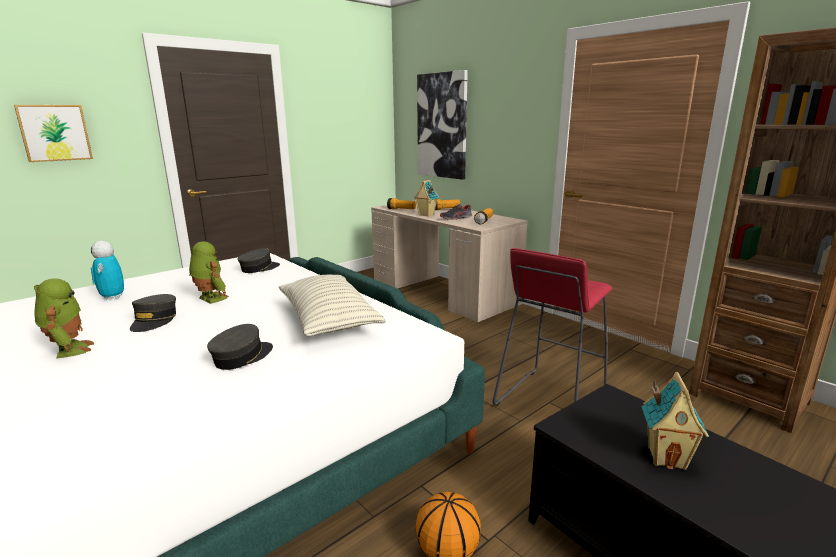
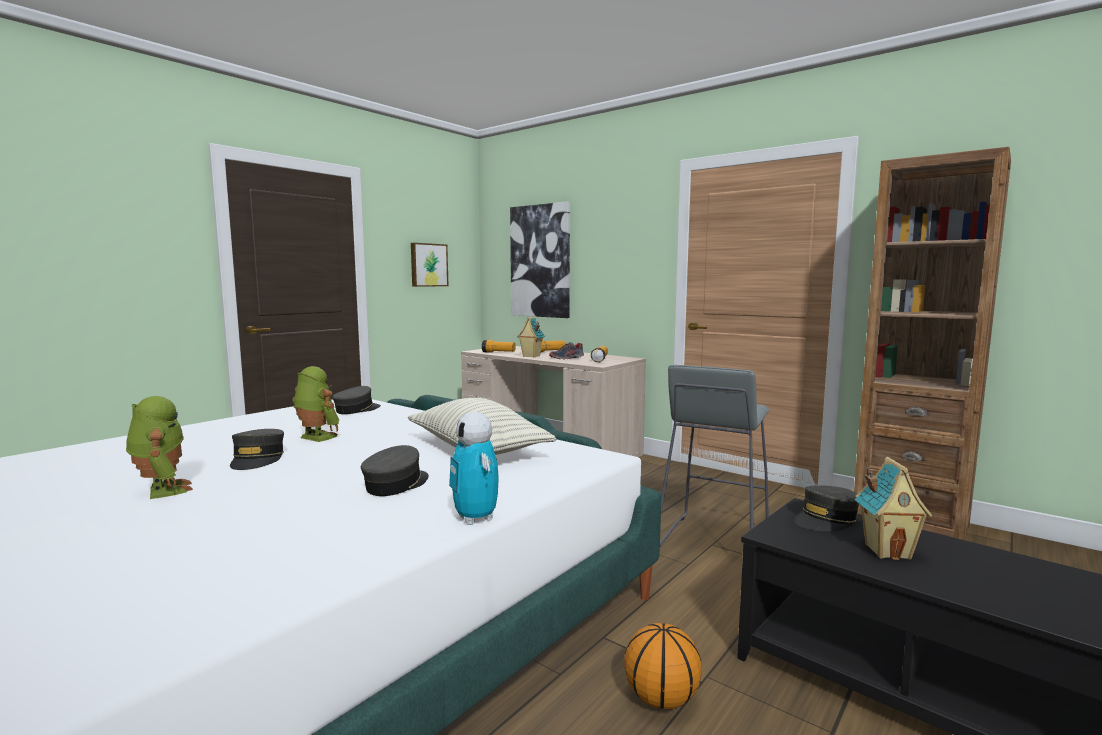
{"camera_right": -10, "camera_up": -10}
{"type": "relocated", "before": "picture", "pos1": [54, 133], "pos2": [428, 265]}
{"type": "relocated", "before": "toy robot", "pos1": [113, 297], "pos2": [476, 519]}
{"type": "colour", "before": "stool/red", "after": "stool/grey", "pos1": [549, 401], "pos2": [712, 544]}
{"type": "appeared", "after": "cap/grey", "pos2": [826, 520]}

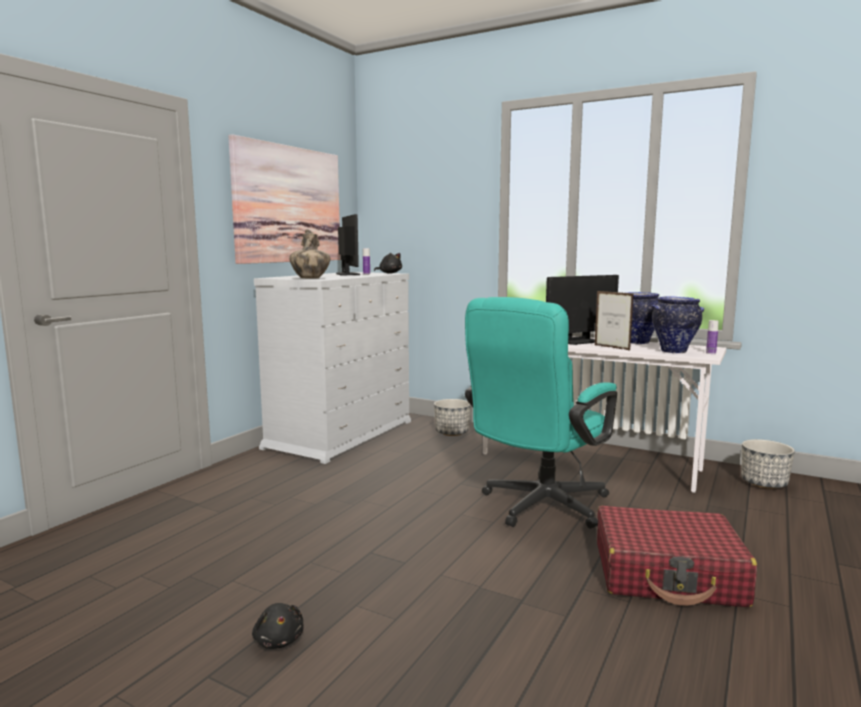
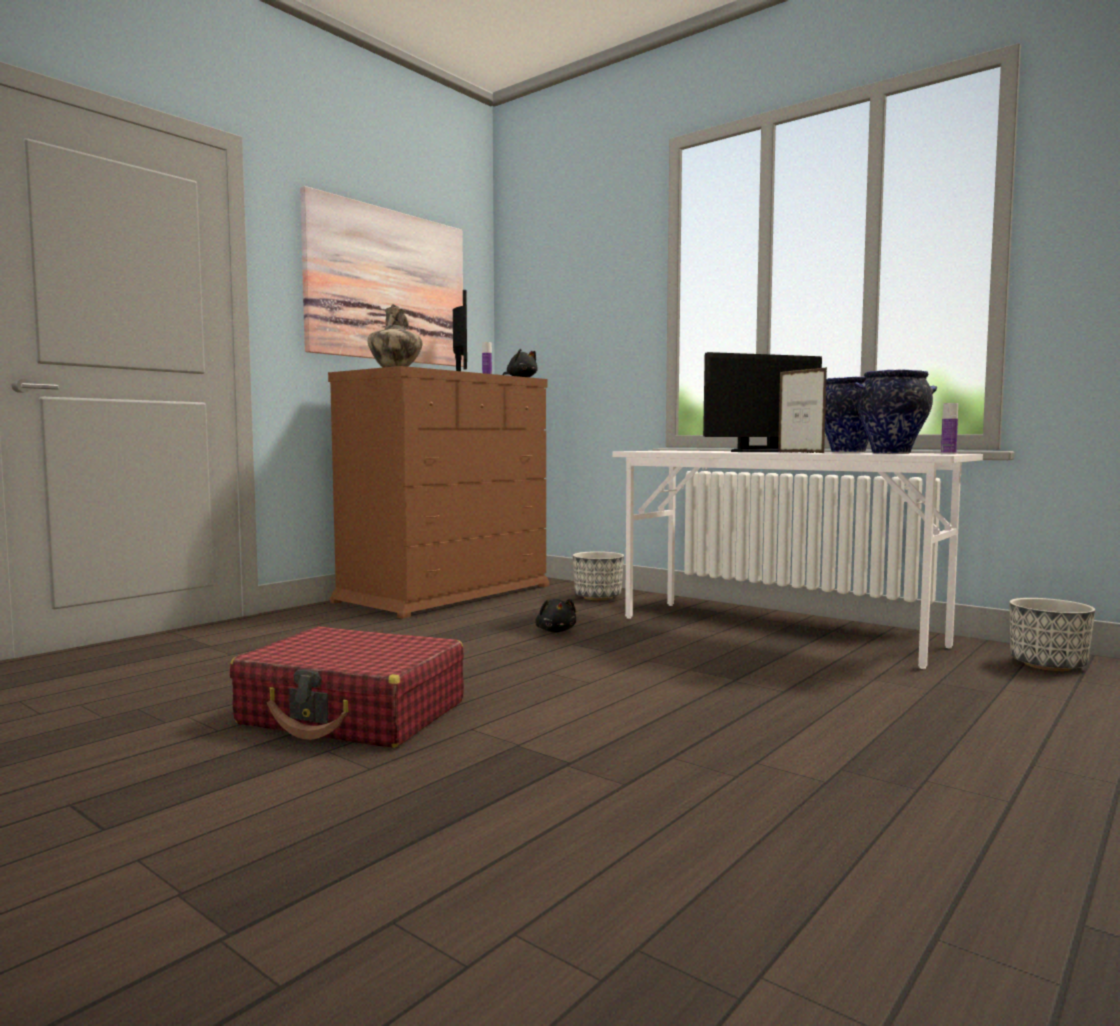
{"camera_right": 10, "camera_up": -5}
{"type": "colour", "before": "dresser/white", "after": "dresser/brown", "pos1": [341, 434], "pos2": [446, 593]}
{"type": "missing", "before": "office chair/turquoise", "pos1": [538, 508]}
{"type": "relocated", "before": "suitcase/red", "pos1": [668, 574], "pos2": [353, 714]}
{"type": "relocated", "before": "plush toy/black", "pos1": [279, 640], "pos2": [556, 631]}

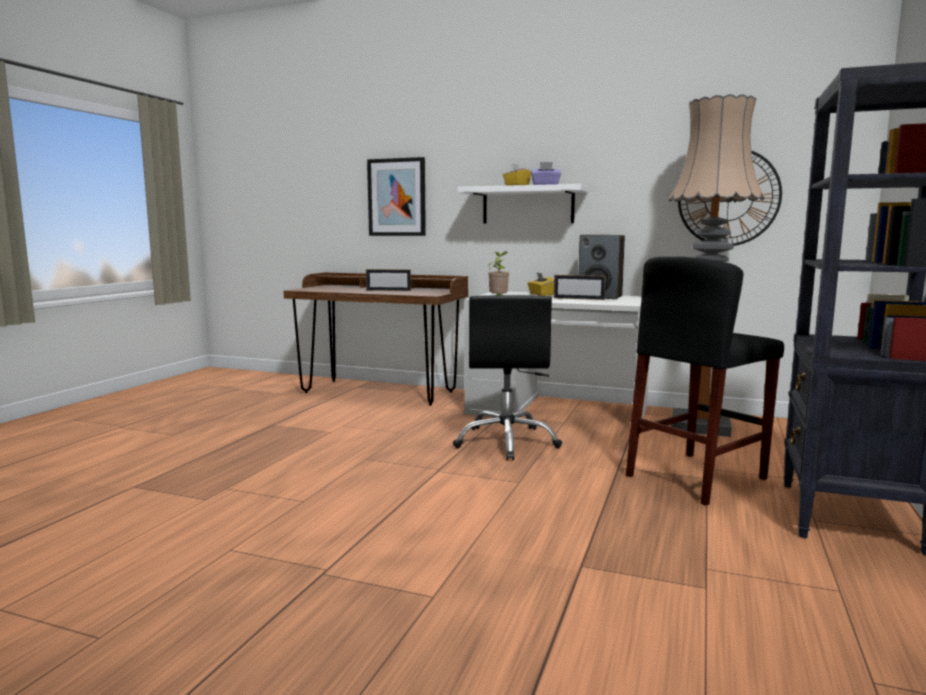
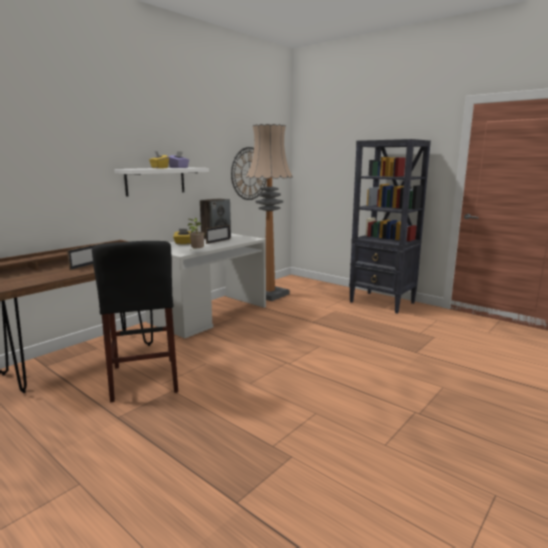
{"camera_right": -70, "camera_up": 5}
{"type": "missing", "before": "picture", "pos1": [397, 197]}
{"type": "relocated", "before": "stool/black", "pos1": [696, 477], "pos2": [144, 379]}
{"type": "missing", "before": "office chair/black", "pos1": [507, 442]}

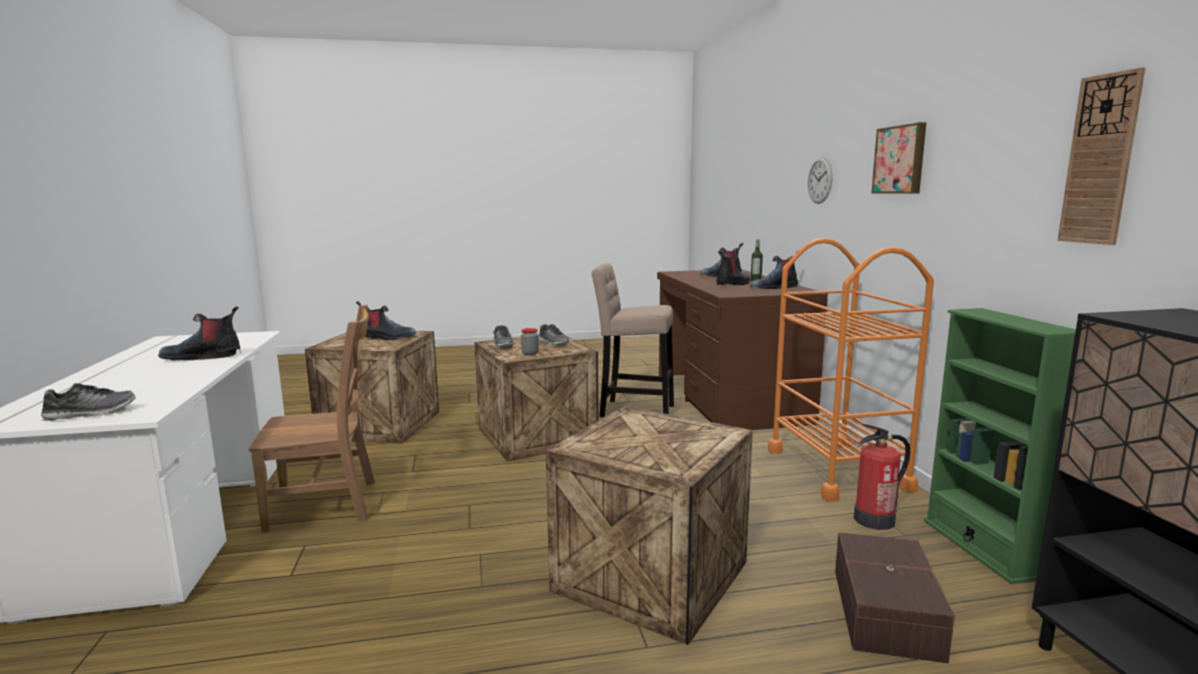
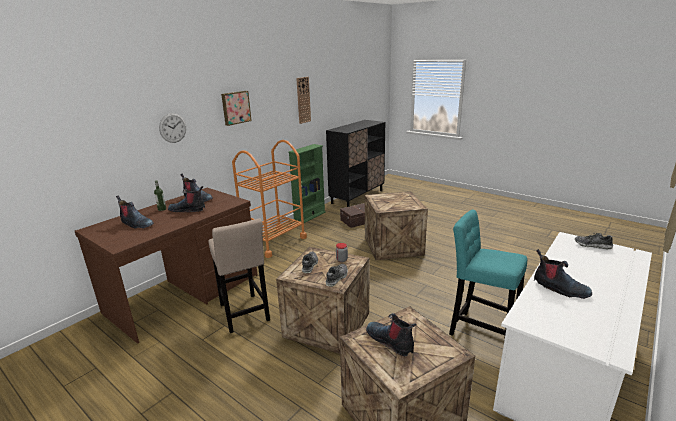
{"camera_right": -130, "camera_up": 10}
{"type": "exchanged", "before": "chair/brown", "after": "stool/turquoise", "pos1": [328, 505], "pos2": [479, 331]}
{"type": "missing", "before": "fire extinguisher", "pos1": [875, 520]}

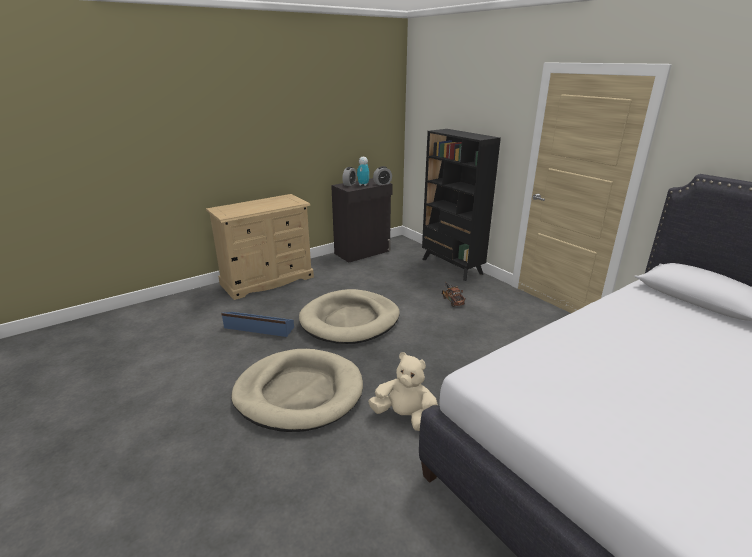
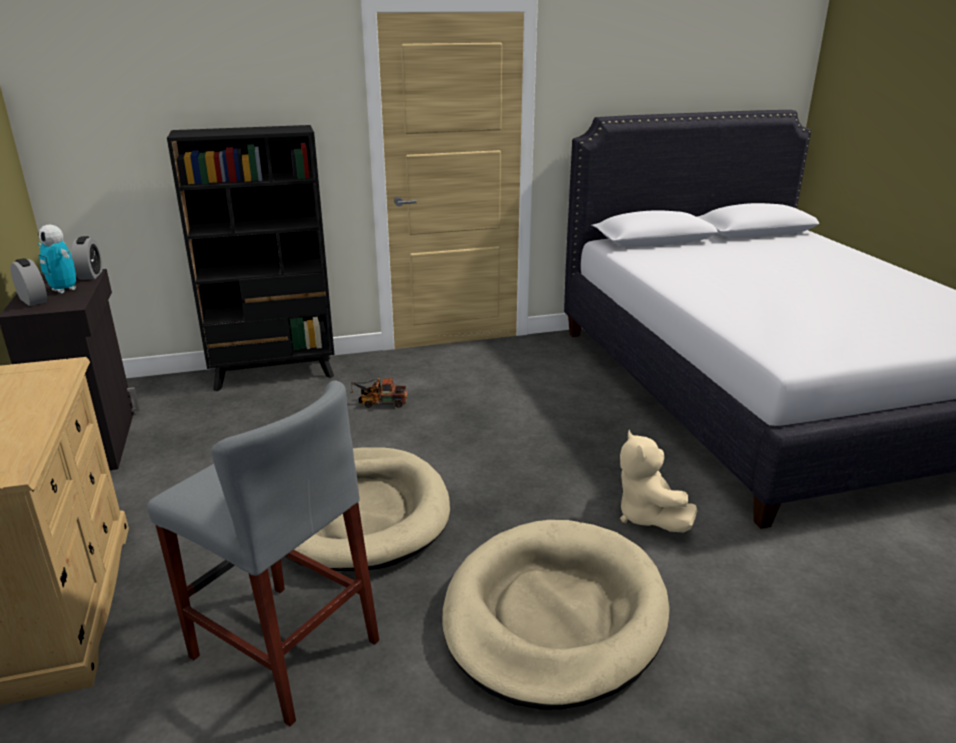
{"camera_right": -70, "camera_up": 0}
{"type": "exchanged", "before": "storage box/blue", "after": "stool/grey", "pos1": [258, 328], "pos2": [284, 649]}
{"type": "spun", "before": "plush toy/beige", "pos1": [404, 417], "pos2": [647, 516], "turn": -60}

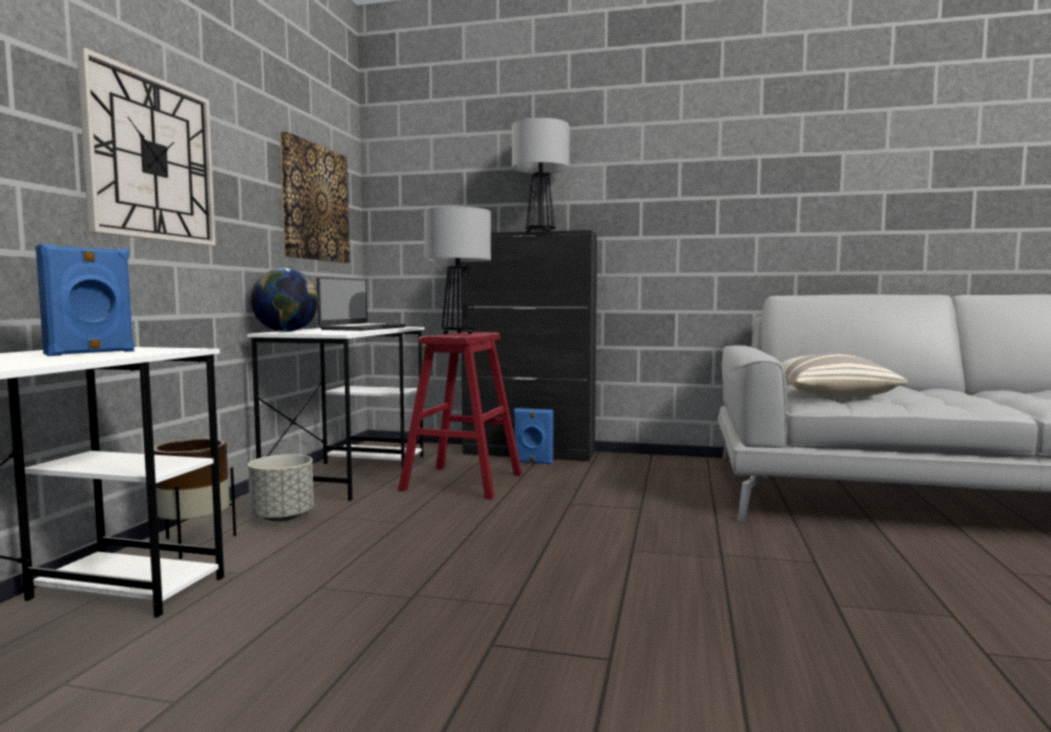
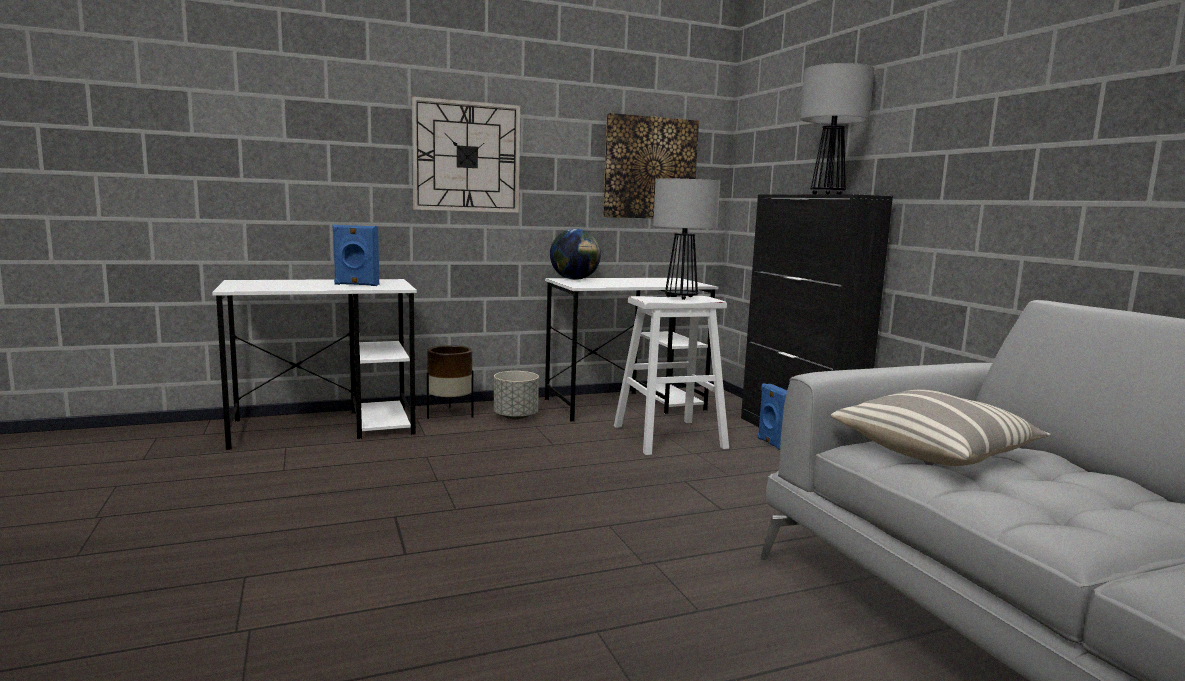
{"camera_right": 55, "camera_up": 5}
{"type": "missing", "before": "laptop", "pos1": [362, 328]}
{"type": "colour", "before": "stool/red", "after": "stool/white", "pos1": [462, 482], "pos2": [668, 437]}

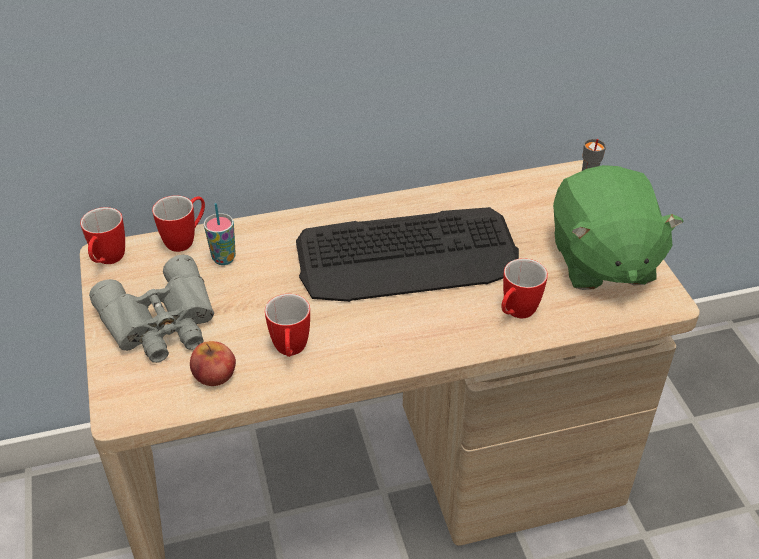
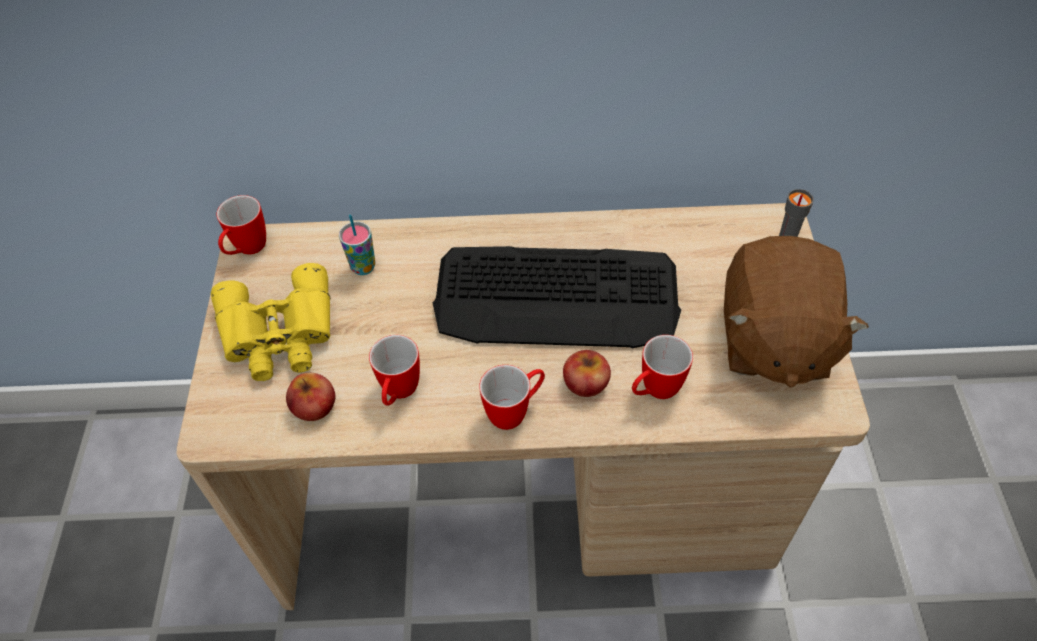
{"camera_right": 15, "camera_up": 10}
{"type": "colour", "before": "plush toy/green", "after": "plush toy/brown", "pos1": [601, 261], "pos2": [773, 340]}
{"type": "relocated", "before": "mug", "pos1": [186, 239], "pos2": [515, 411]}
{"type": "colour", "before": "binoculars/grey", "after": "binoculars/yellow", "pos1": [162, 323], "pos2": [279, 334]}
{"type": "appeared", "after": "apple", "pos2": [586, 382]}

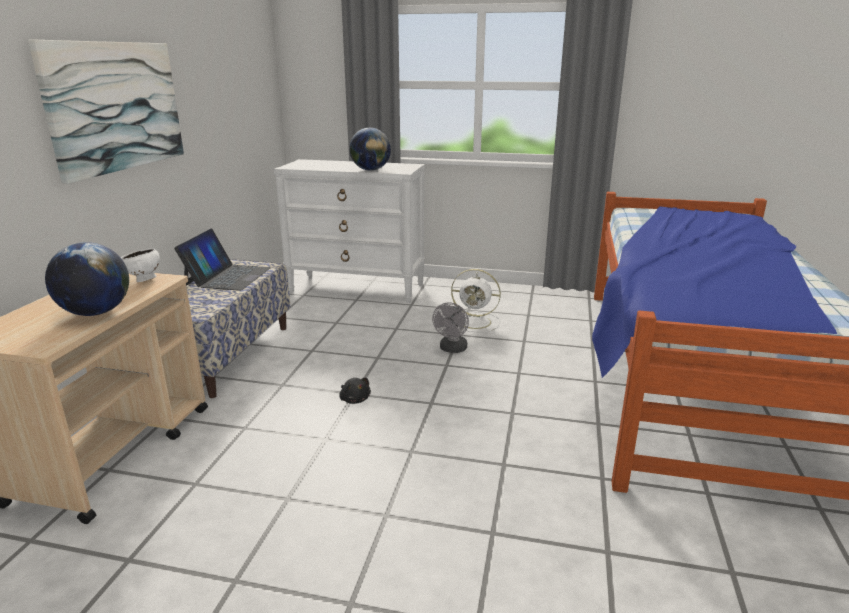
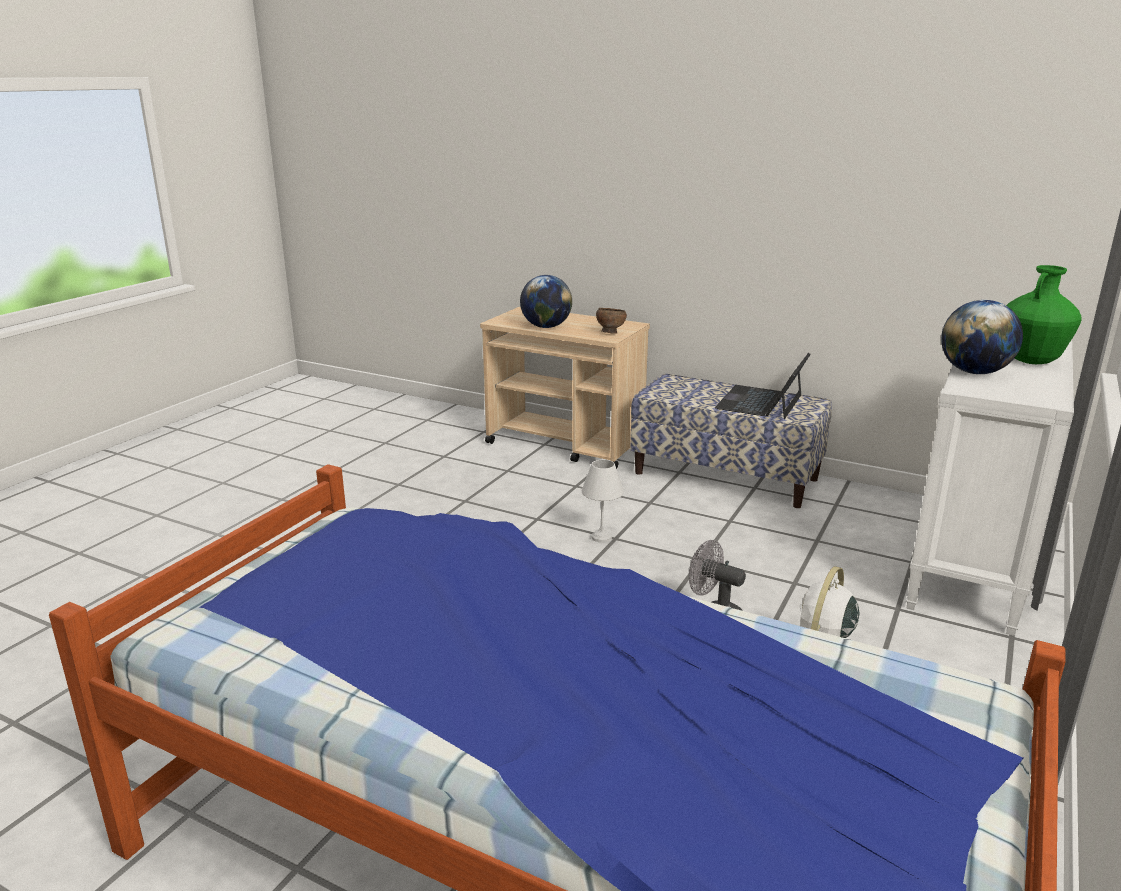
{"camera_right": 105, "camera_up": 0}
{"type": "missing", "before": "picture", "pos1": [115, 106]}
{"type": "spun", "before": "laptop", "pos1": [227, 276], "pos2": [761, 402], "turn": 90}
{"type": "colour", "before": "bowl/white", "after": "bowl/brown", "pos1": [144, 280], "pos2": [610, 333]}
{"type": "exchanged", "before": "plush toy/black", "after": "table lamp/white", "pos1": [354, 399], "pos2": [602, 537]}
{"type": "appeared", "after": "vase/green", "pos2": [1031, 361]}

